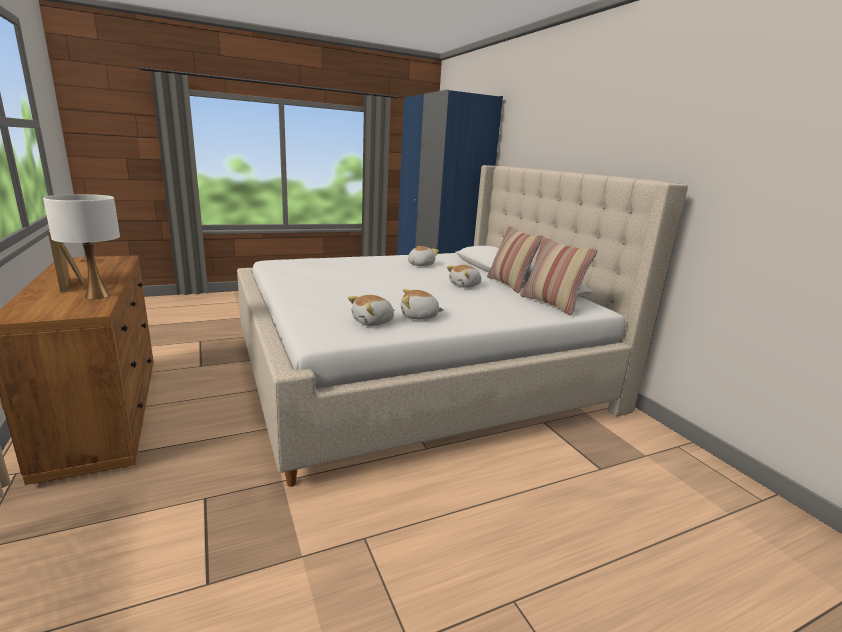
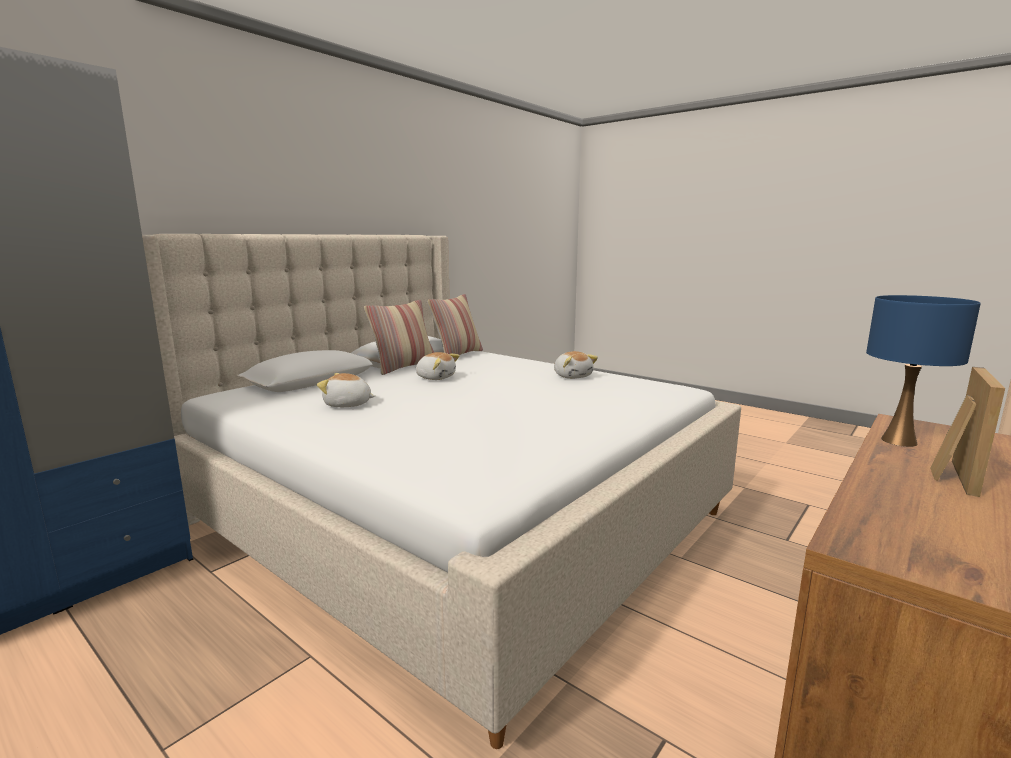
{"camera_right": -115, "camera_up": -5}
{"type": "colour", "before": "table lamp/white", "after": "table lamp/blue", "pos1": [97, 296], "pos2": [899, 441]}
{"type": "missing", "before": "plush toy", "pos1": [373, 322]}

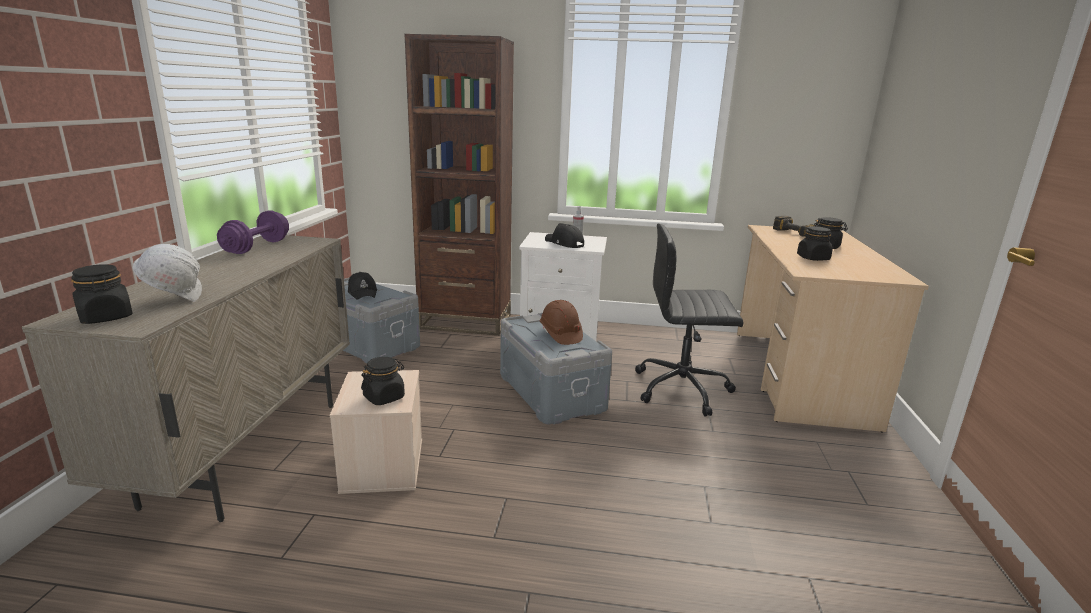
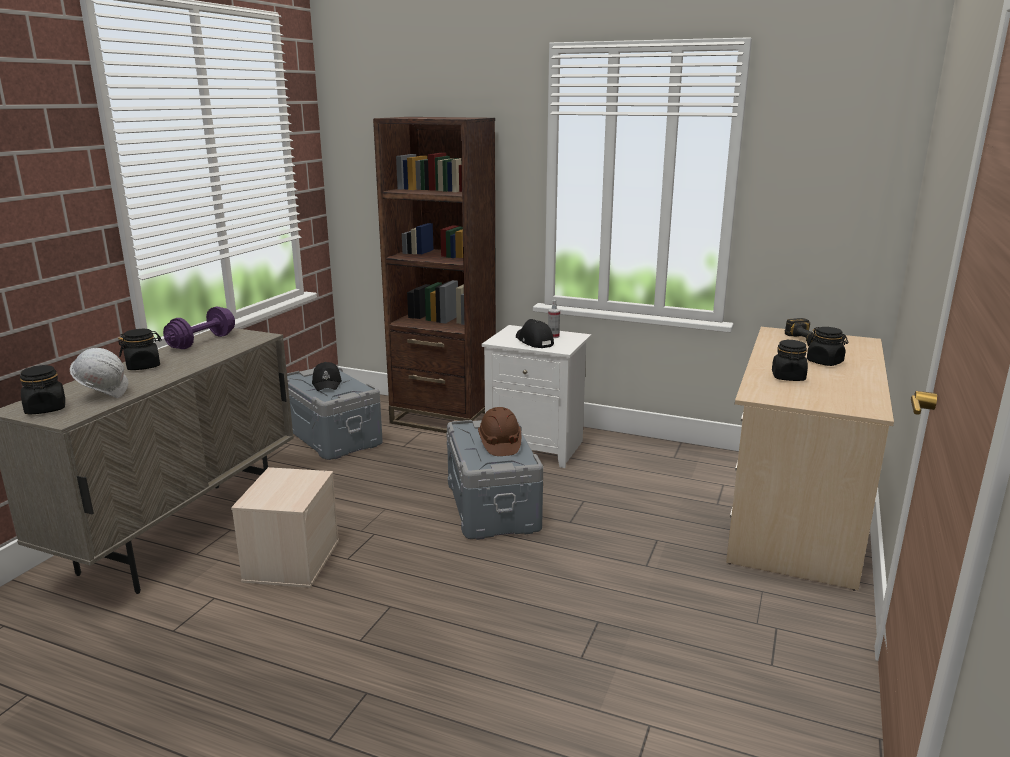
{"camera_right": 15, "camera_up": 0}
{"type": "missing", "before": "office chair/black", "pos1": [683, 389]}
{"type": "relocated", "before": "jar/black", "pos1": [384, 397], "pos2": [143, 366]}

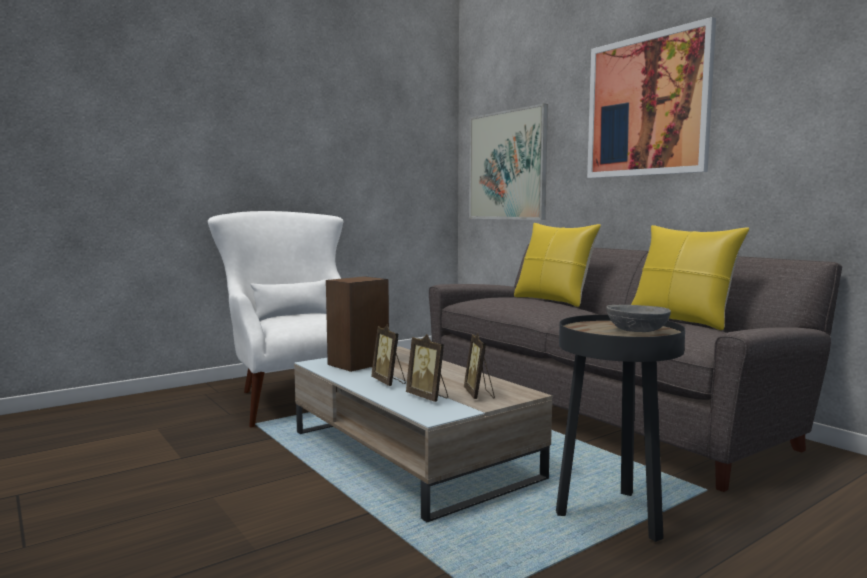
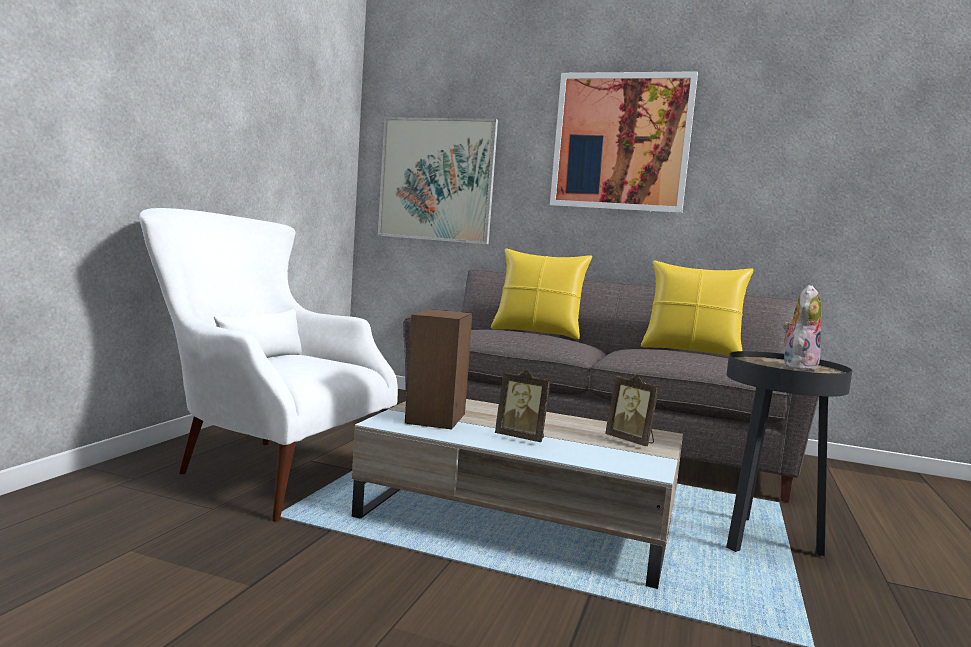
{"camera_right": -35, "camera_up": 0}
{"type": "exchanged", "before": "bowl/grey", "after": "plush toy", "pos1": [636, 331], "pos2": [798, 366]}
{"type": "missing", "before": "picture frame", "pos1": [428, 397]}

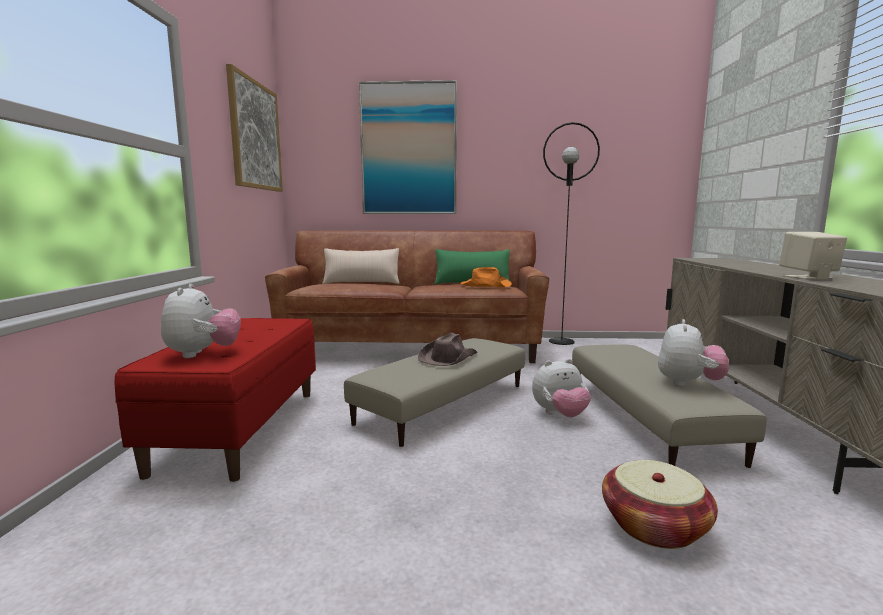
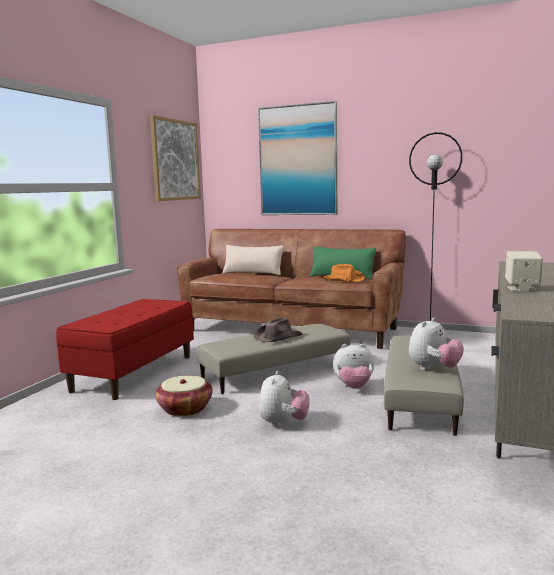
{"camera_right": 20, "camera_up": 0}
{"type": "relocated", "before": "plush toy", "pos1": [203, 354], "pos2": [283, 423]}
{"type": "relocated", "before": "basket", "pos1": [654, 526], "pos2": [185, 409]}

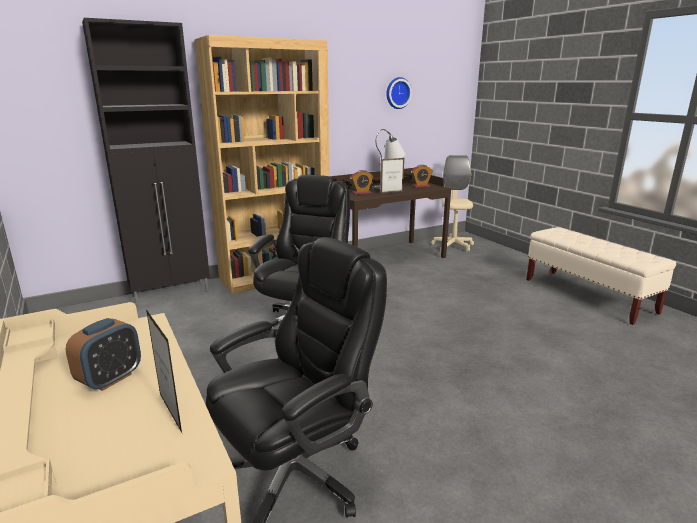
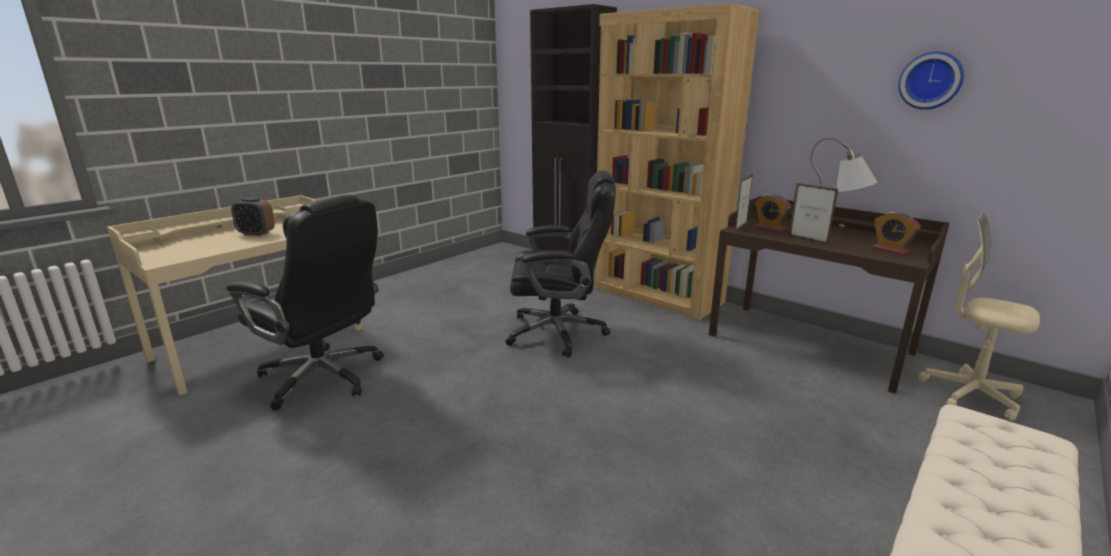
{"camera_right": 70, "camera_up": 0}
{"type": "spun", "before": "office chair/beige", "pos1": [453, 246], "pos2": [969, 395], "turn": -120}
{"type": "relocated", "before": "picture frame", "pos1": [170, 412], "pos2": [741, 227]}

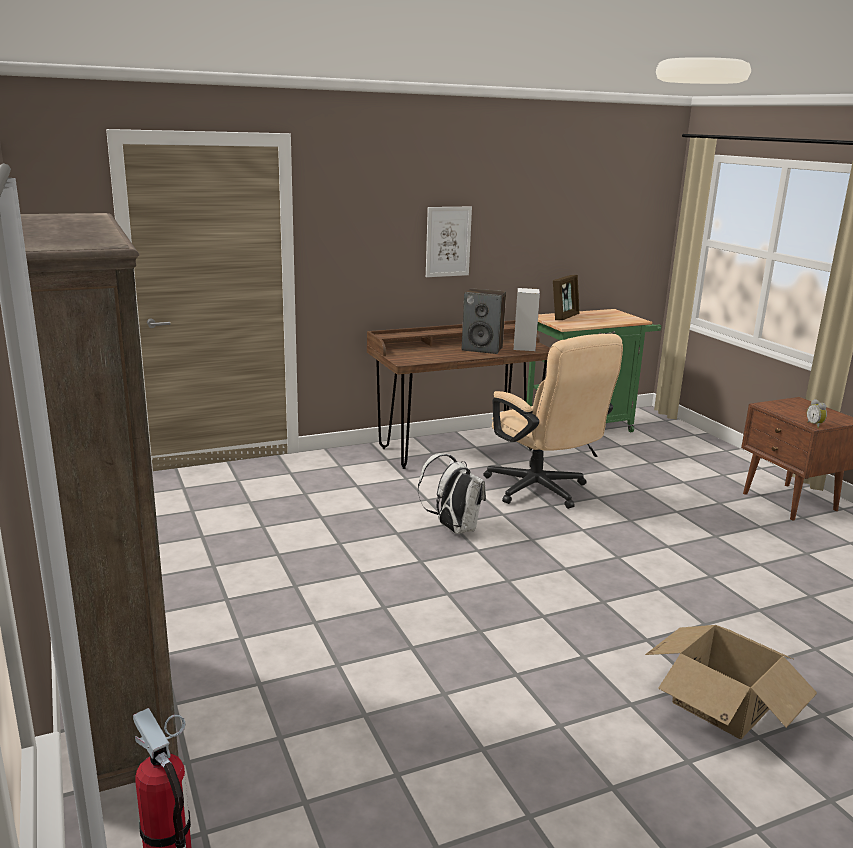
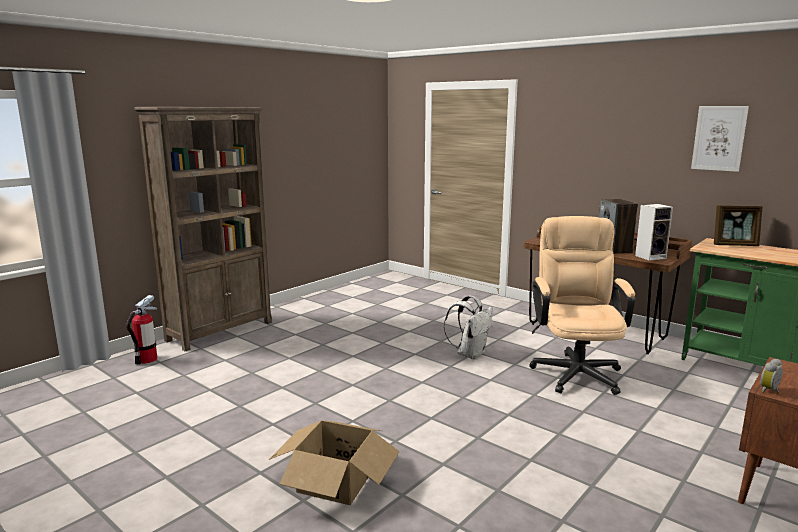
{"camera_right": 65, "camera_up": -5}
{"type": "relocated", "before": "picture", "pos1": [448, 241], "pos2": [719, 138]}
{"type": "spun", "before": "office chair/beige", "pos1": [542, 492], "pos2": [575, 370], "turn": 150}

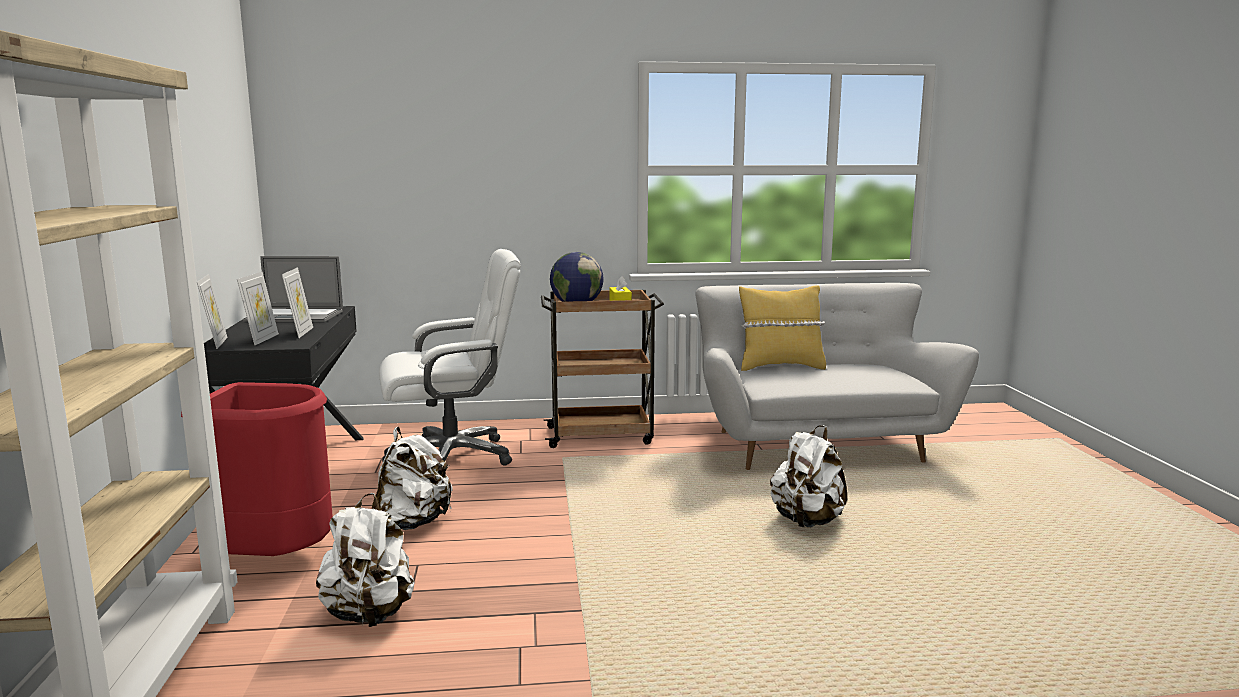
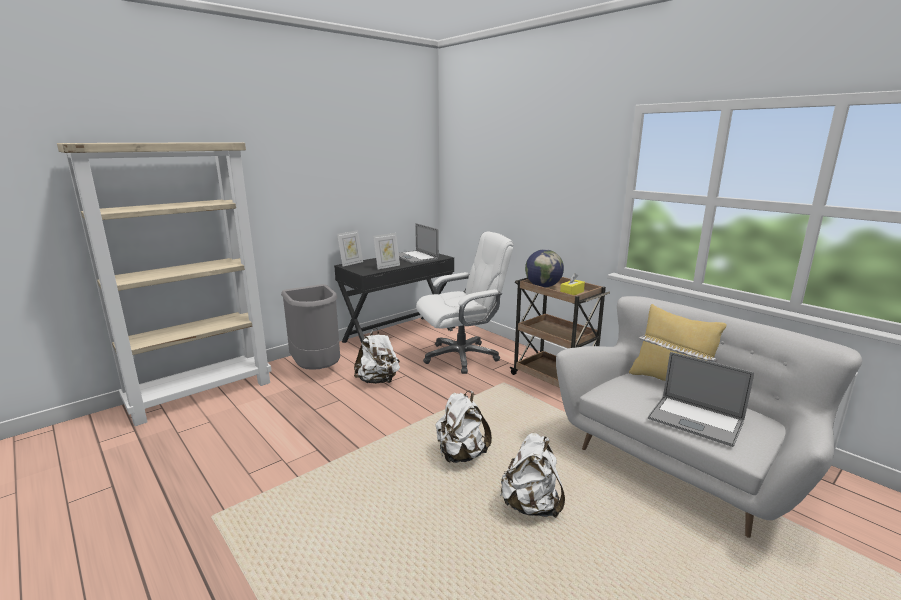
{"camera_right": 55, "camera_up": 5}
{"type": "spun", "before": "office chair/white", "pos1": [452, 457], "pos2": [461, 356], "turn": -60}
{"type": "missing", "before": "picture frame", "pos1": [261, 339]}
{"type": "colour", "before": "trash can/red", "after": "trash can/grey", "pos1": [274, 558], "pos2": [317, 369]}
{"type": "relocated", "before": "backpack/white", "pos1": [369, 614], "pos2": [461, 455]}
{"type": "appeared", "after": "laptop", "pos2": [695, 420]}

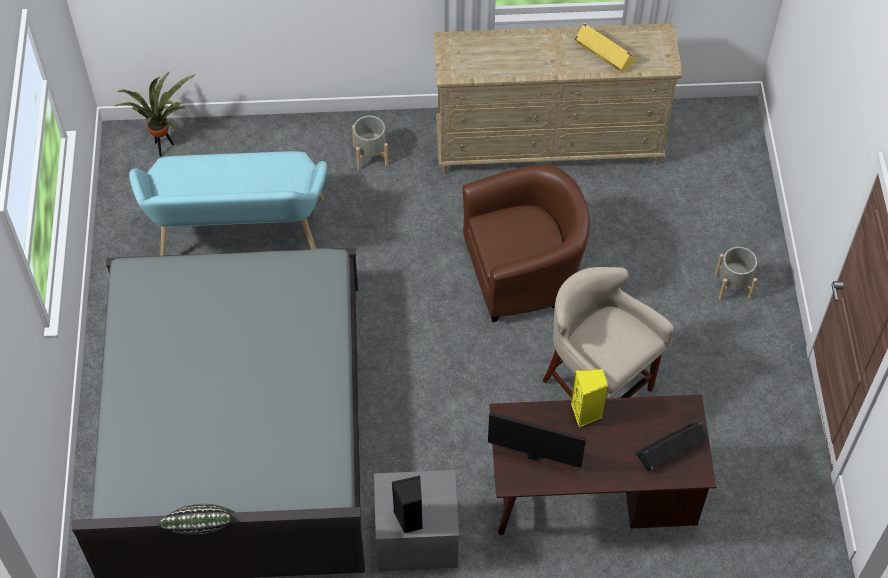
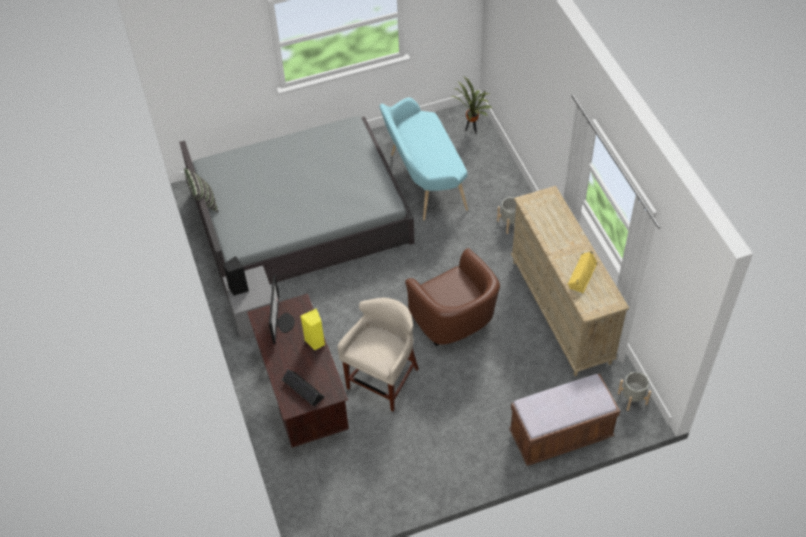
{"camera_right": 75, "camera_up": -5}
{"type": "relocated", "before": "planter/grey", "pos1": [733, 286], "pos2": [632, 399]}
{"type": "appeared", "after": "bench/brown", "pos2": [560, 435]}

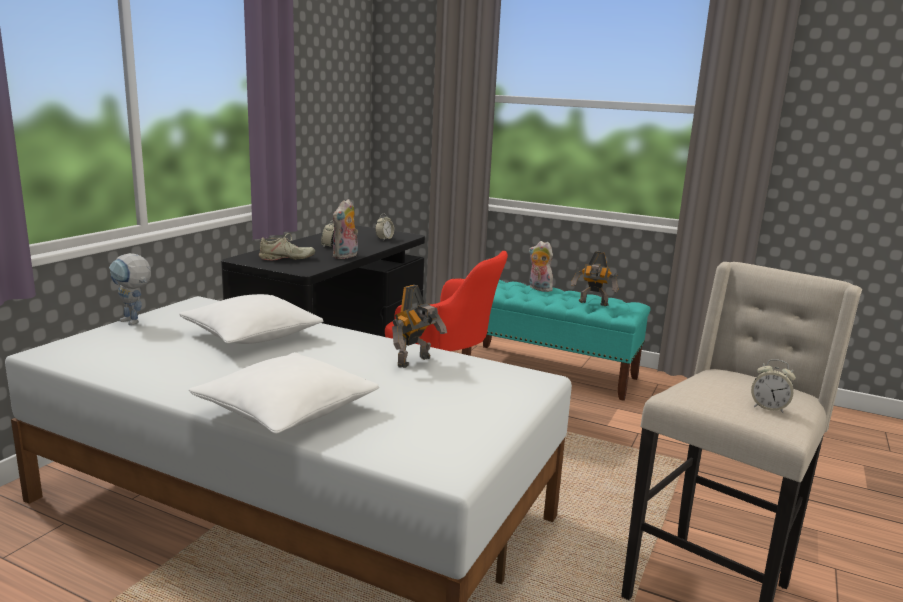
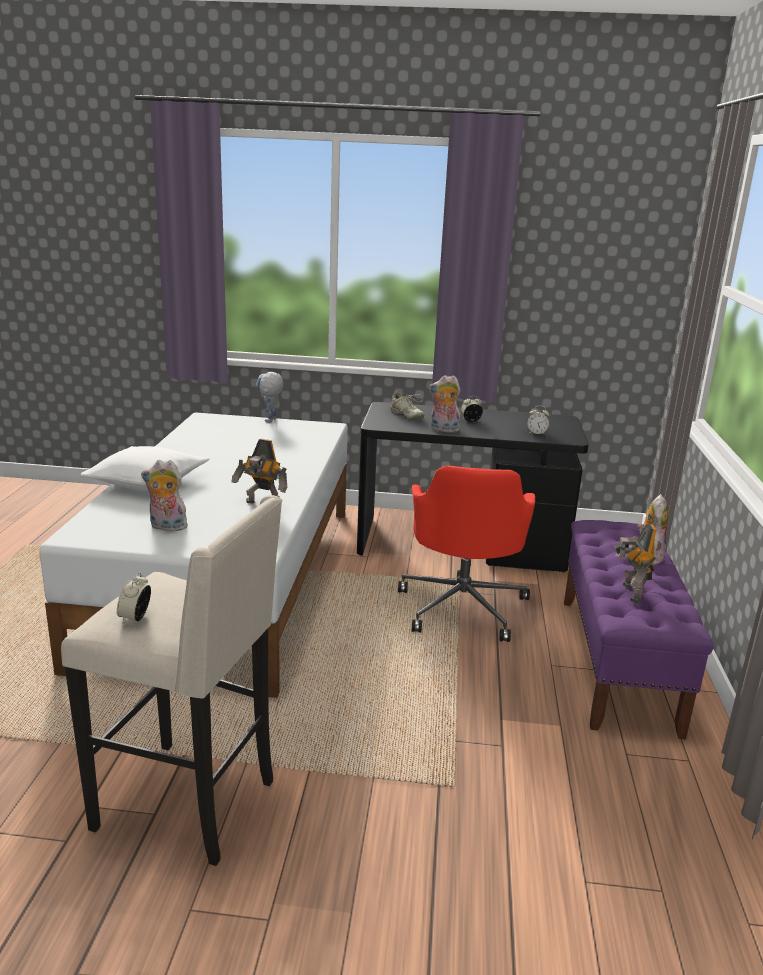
{"camera_right": 70, "camera_up": 5}
{"type": "colour", "before": "bench/turquoise", "after": "bench/purple", "pos1": [549, 371], "pos2": [617, 662]}
{"type": "missing", "before": "pillow/white", "pos1": [252, 335]}
{"type": "appeared", "after": "plush toy", "pos2": [166, 527]}

